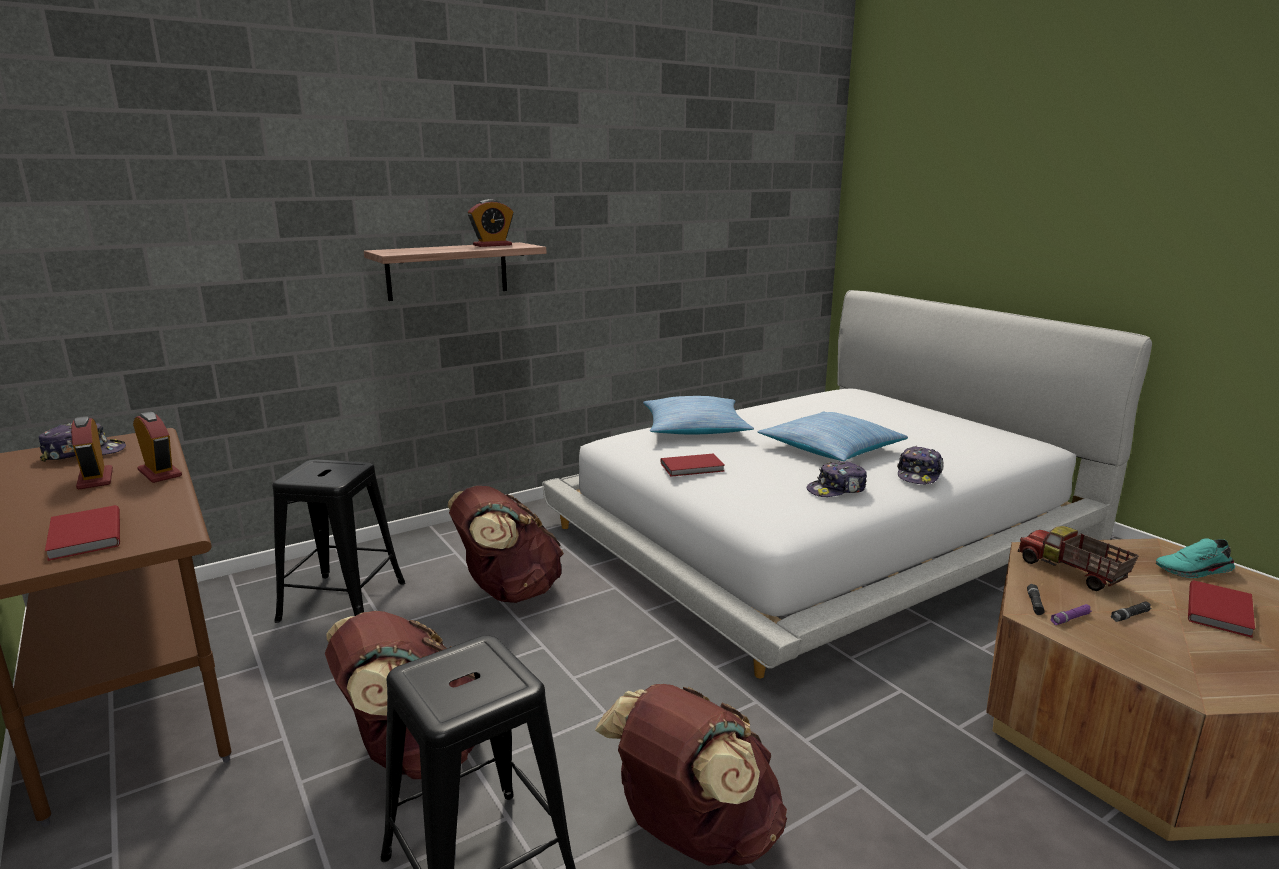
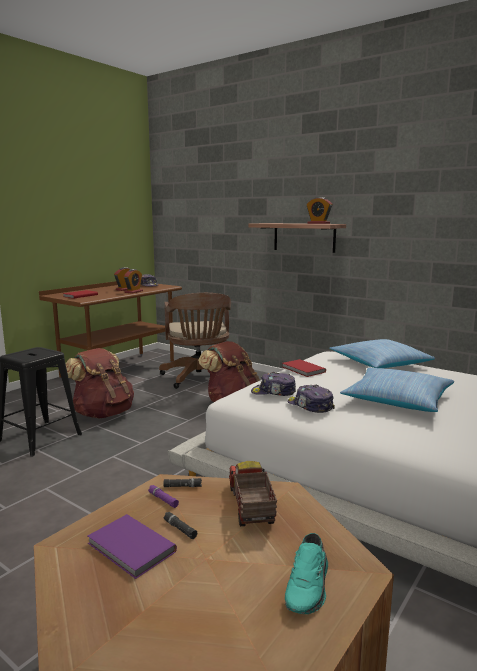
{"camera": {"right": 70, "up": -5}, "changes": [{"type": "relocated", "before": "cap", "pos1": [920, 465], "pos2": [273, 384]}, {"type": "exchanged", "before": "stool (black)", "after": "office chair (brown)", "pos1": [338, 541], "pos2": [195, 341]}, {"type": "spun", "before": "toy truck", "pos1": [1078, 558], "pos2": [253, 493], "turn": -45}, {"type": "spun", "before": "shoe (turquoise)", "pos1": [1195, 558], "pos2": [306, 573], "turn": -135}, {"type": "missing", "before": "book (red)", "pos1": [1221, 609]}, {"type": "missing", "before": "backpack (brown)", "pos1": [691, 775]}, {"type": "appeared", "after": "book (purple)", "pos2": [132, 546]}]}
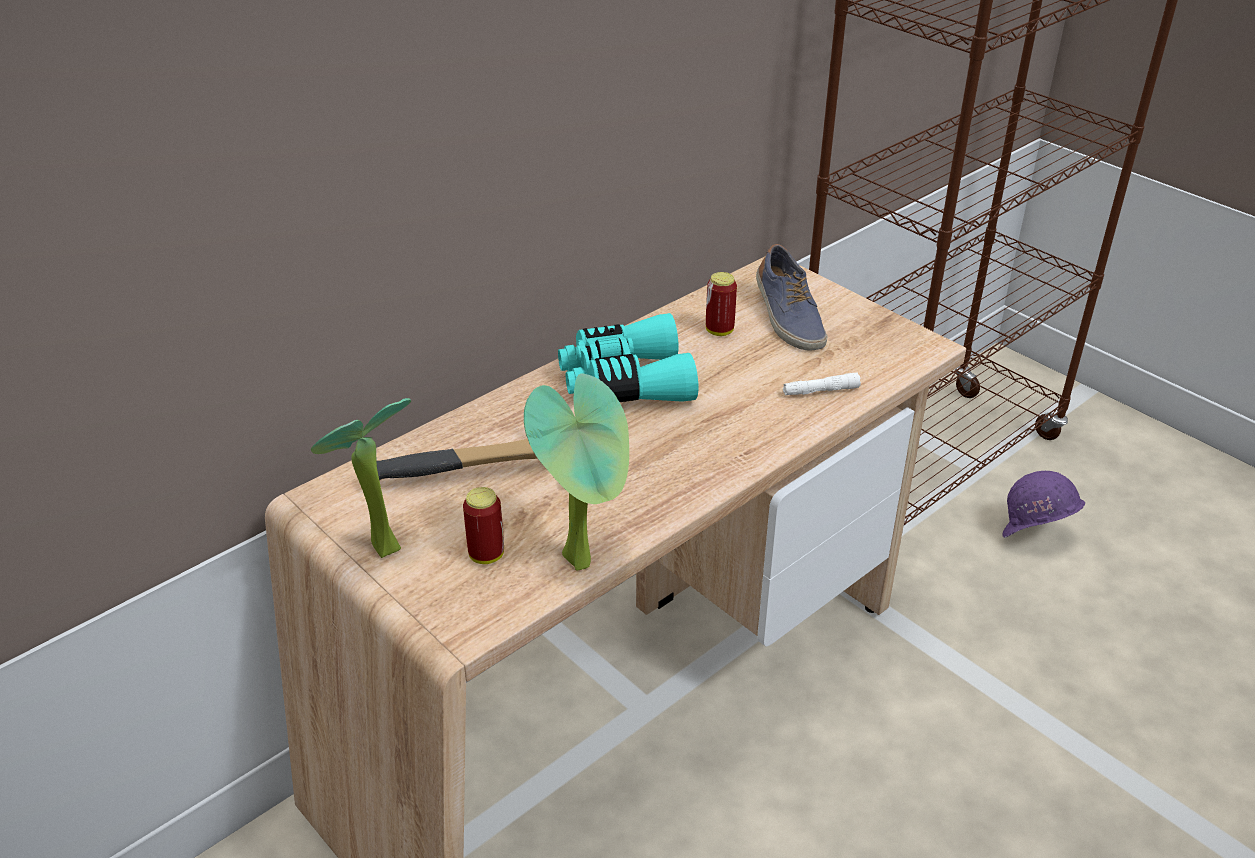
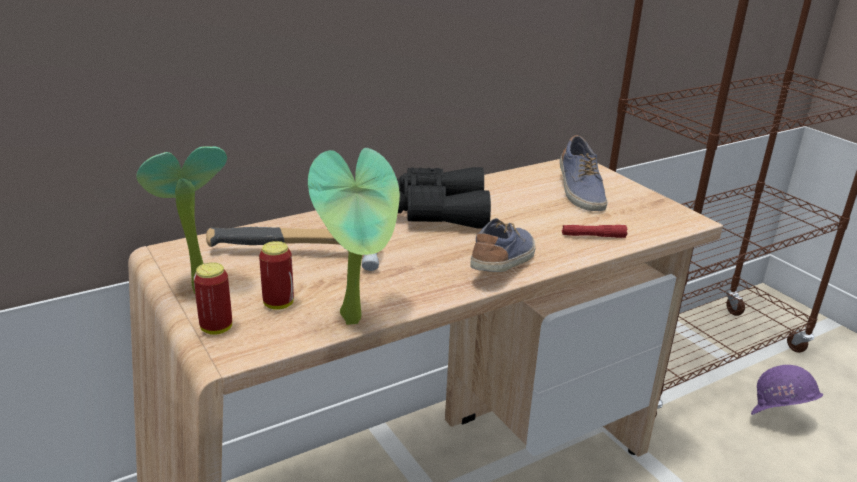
{"camera": {"right": 10, "up": -10}, "changes": [{"type": "relocated", "before": "can", "pos1": [721, 304], "pos2": [213, 298]}, {"type": "colour", "before": "binoculars (turquoise)", "after": "binoculars (black)", "pos1": [628, 357], "pos2": [444, 198]}, {"type": "colour", "before": "flashlight (white)", "after": "flashlight (red)", "pos1": [822, 384], "pos2": [594, 231]}, {"type": "appeared", "after": "shoe", "pos2": [502, 245]}]}
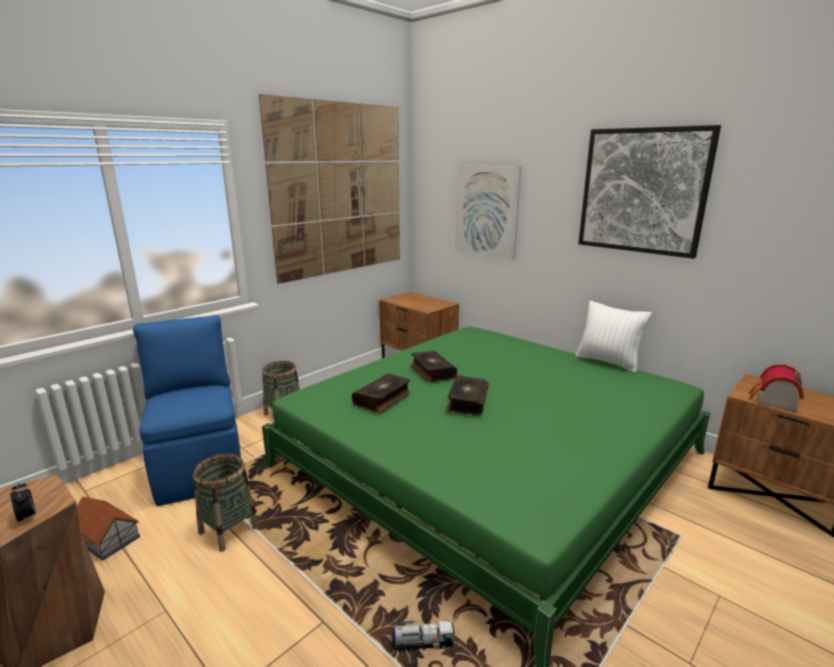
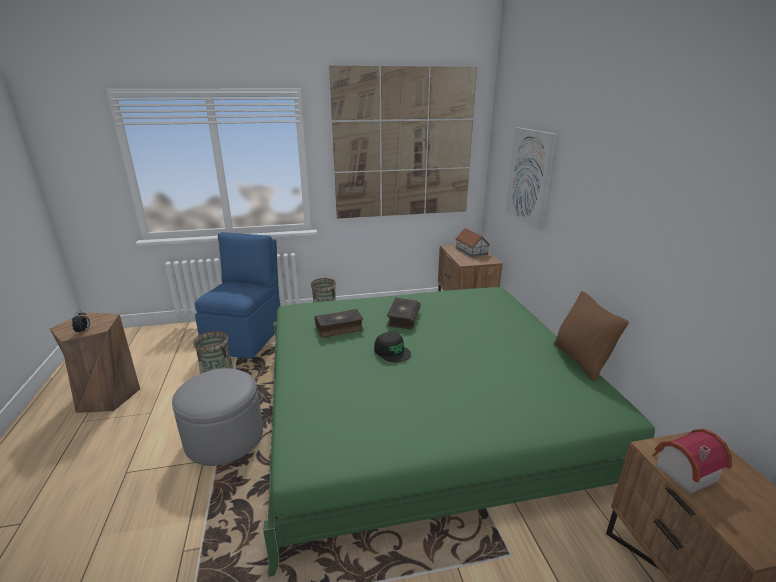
{"camera": {"right": 35, "up": 5}, "changes": [{"type": "missing", "before": "picture", "pos1": [649, 192]}, {"type": "colour", "before": "pillow (white)", "after": "pillow (brown)", "pos1": [613, 337], "pos2": [591, 336]}, {"type": "exchanged", "before": "book", "after": "cap (black)", "pos1": [468, 395], "pos2": [392, 347]}, {"type": "relocated", "before": "toy house", "pos1": [108, 529], "pos2": [473, 242]}, {"type": "missing", "before": "toy truck", "pos1": [423, 635]}, {"type": "appeared", "after": "ottoman (grey)", "pos2": [217, 417]}]}
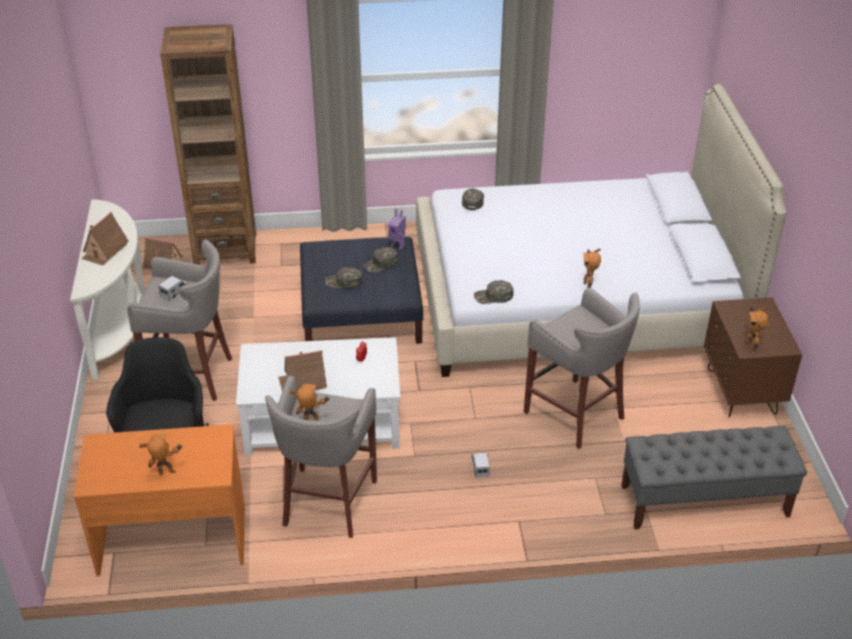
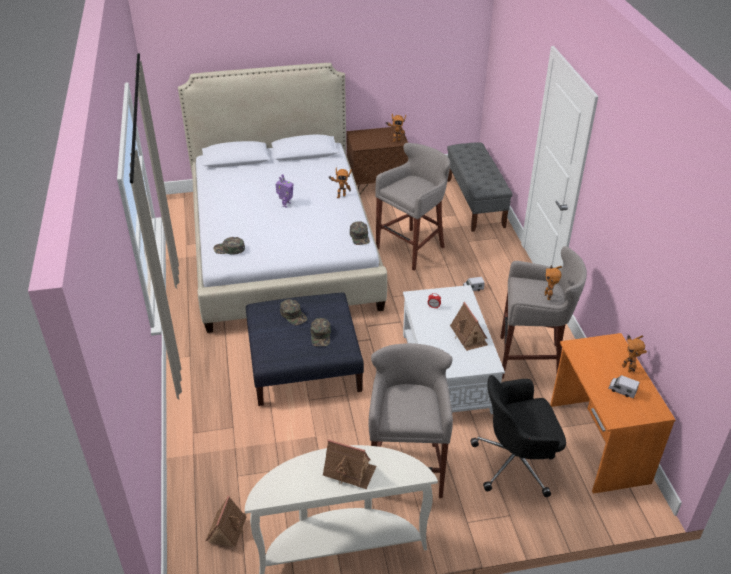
{"camera": {"right": -95, "up": 0}, "changes": [{"type": "missing", "before": "bookcase (brown)", "pos1": [208, 144]}, {"type": "relocated", "before": "toy robot", "pos1": [397, 228], "pos2": [284, 191]}, {"type": "relocated", "before": "toy truck", "pos1": [173, 288], "pos2": [624, 387]}]}
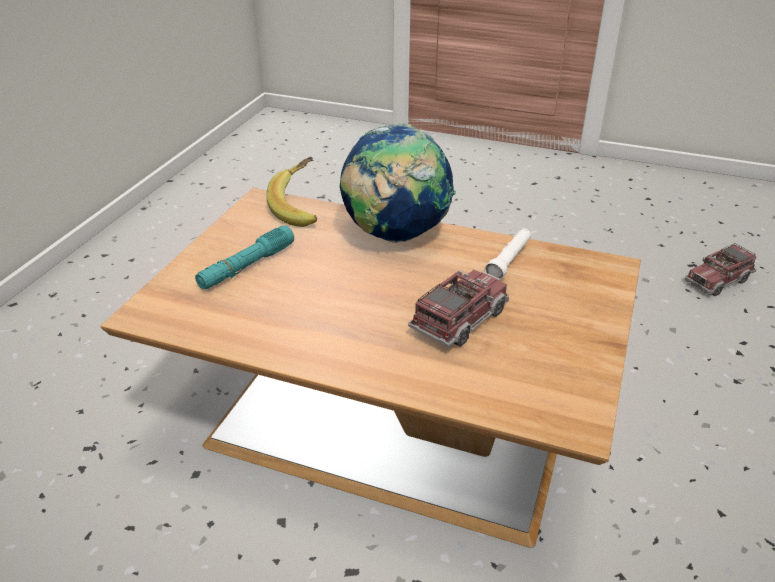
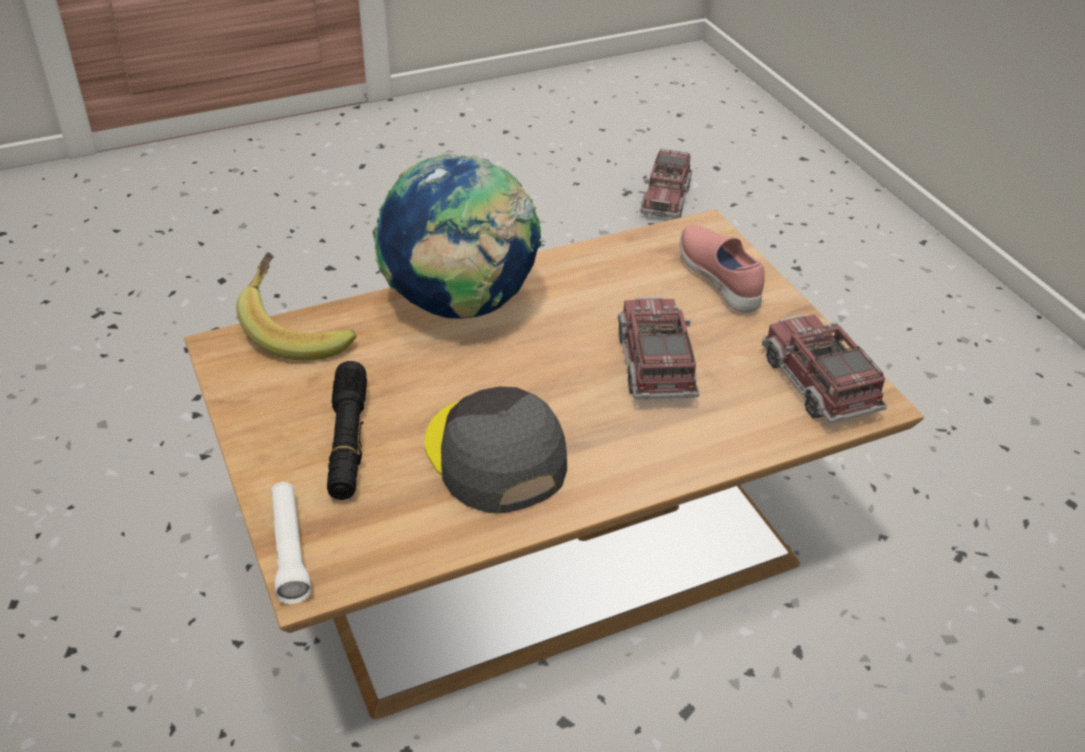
{"camera": {"right": -45, "up": 5}, "changes": [{"type": "colour", "before": "flashlight (turquoise)", "after": "flashlight (black)", "pos1": [244, 258], "pos2": [347, 430]}, {"type": "relocated", "before": "flashlight (white)", "pos1": [507, 254], "pos2": [291, 543]}, {"type": "appeared", "after": "shoe (pink)", "pos2": [722, 269]}, {"type": "appeared", "after": "toy truck", "pos2": [824, 369]}, {"type": "appeared", "after": "cap (grey)", "pos2": [495, 450]}]}
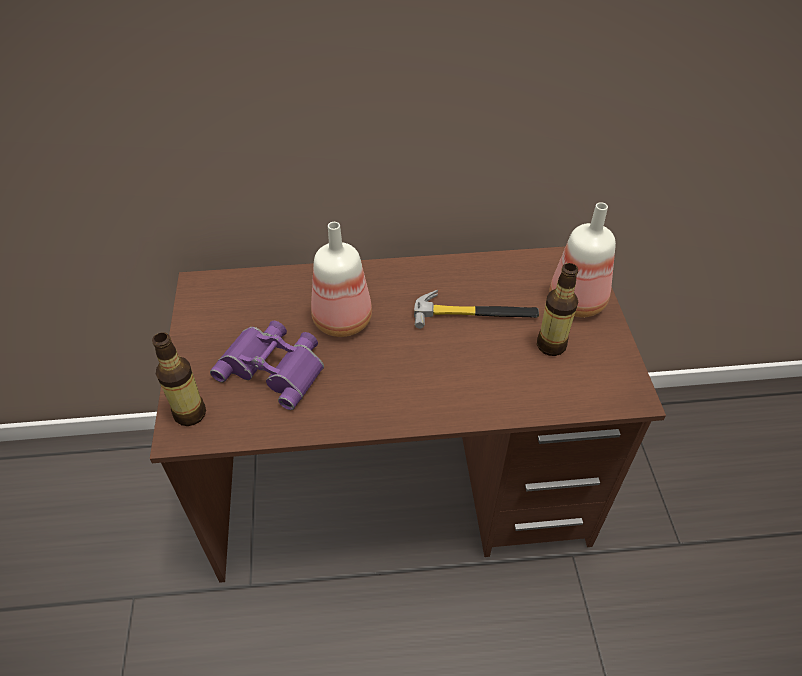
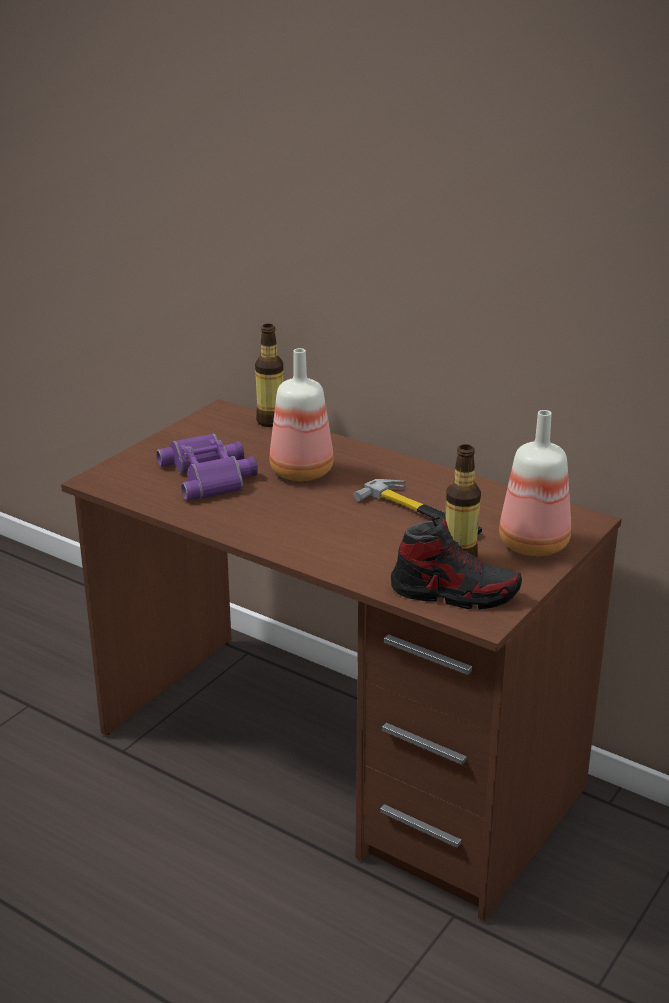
{"camera": {"right": 40, "up": -20}, "changes": [{"type": "relocated", "before": "bottle", "pos1": [179, 379], "pos2": [269, 375]}, {"type": "appeared", "after": "shoe", "pos2": [456, 563]}]}
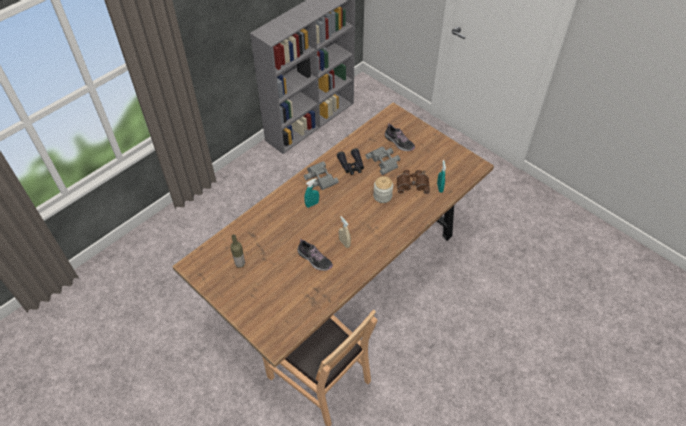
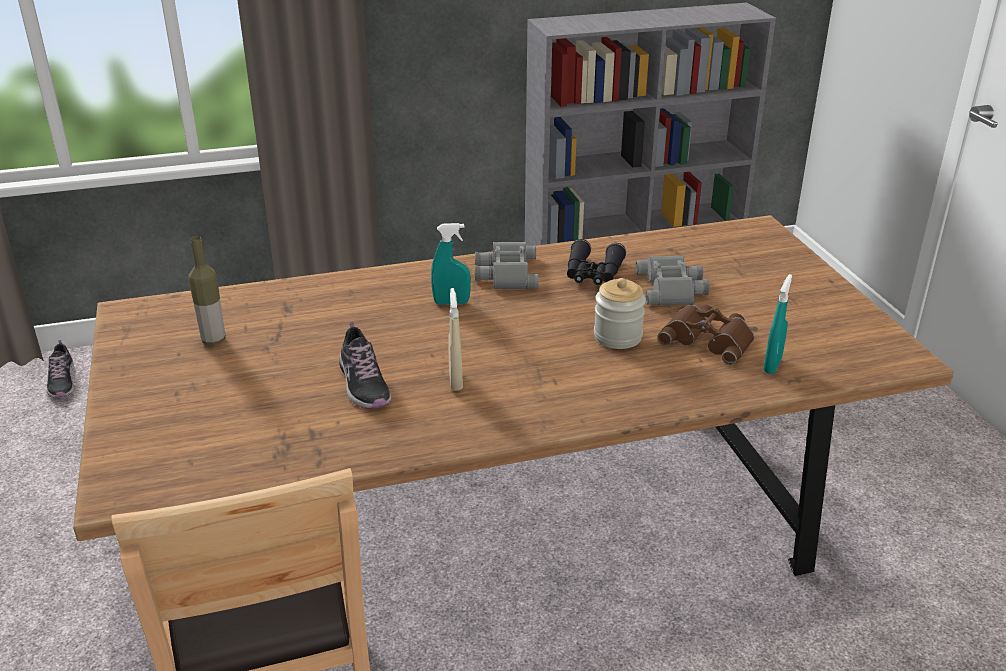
{"camera": {"right": 30, "up": -20}, "changes": [{"type": "relocated", "before": "shoe", "pos1": [400, 137], "pos2": [60, 369]}]}
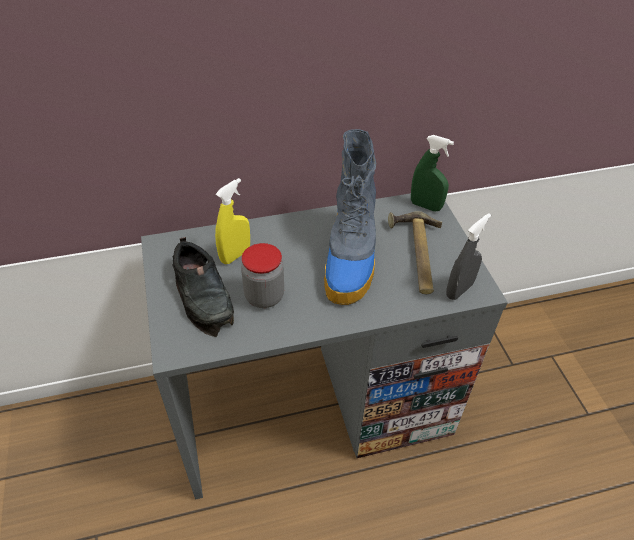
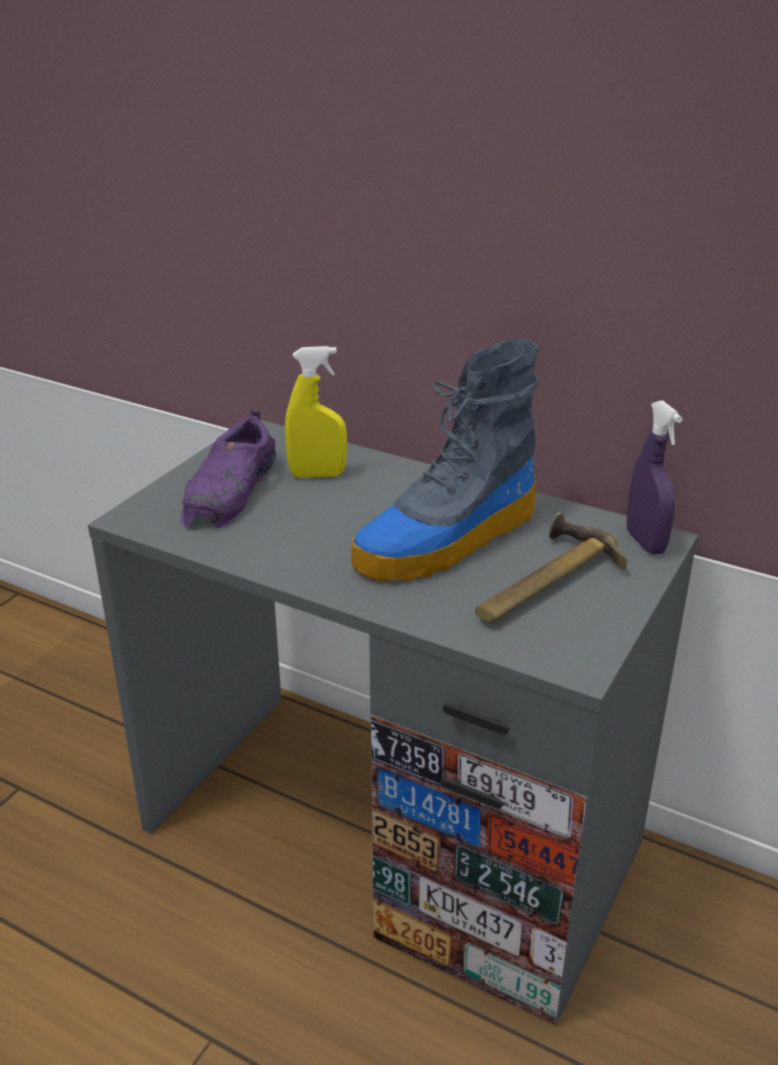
{"camera": {"right": 45, "up": -15}, "changes": [{"type": "colour", "before": "spray bottle (green)", "after": "spray bottle (purple)", "pos1": [432, 173], "pos2": [655, 477]}, {"type": "missing", "before": "spray bottle (grey)", "pos1": [468, 256]}, {"type": "colour", "before": "shoe (black)", "after": "shoe (purple)", "pos1": [203, 287], "pos2": [228, 469]}, {"type": "missing", "before": "jar", "pos1": [262, 275]}]}
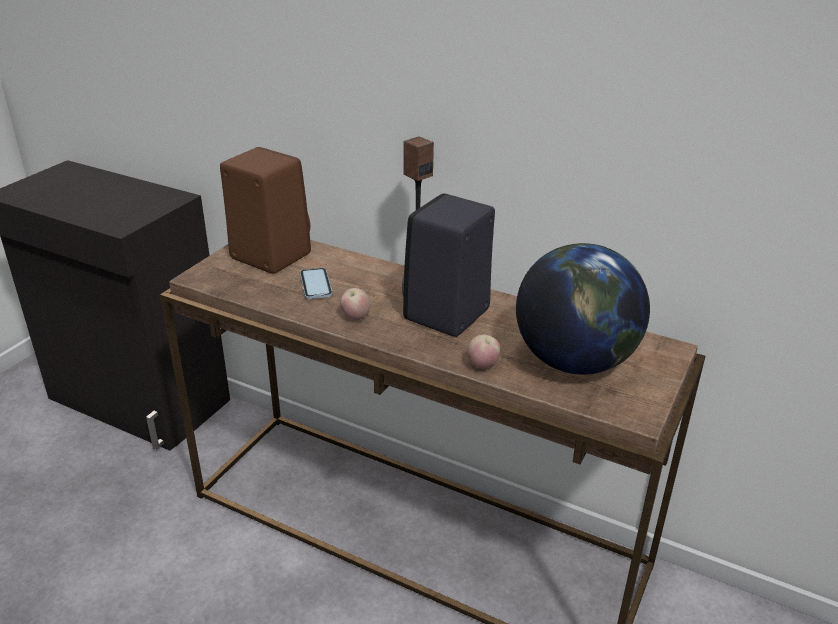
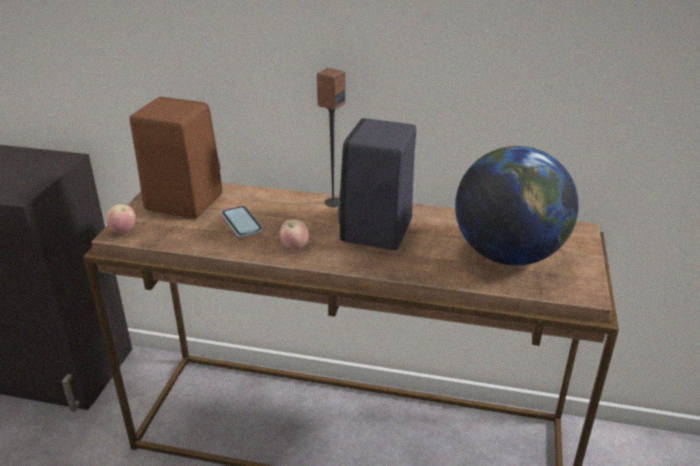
{"camera": {"right": -15, "up": 0}, "changes": [{"type": "relocated", "before": "apple", "pos1": [484, 351], "pos2": [121, 218]}]}
